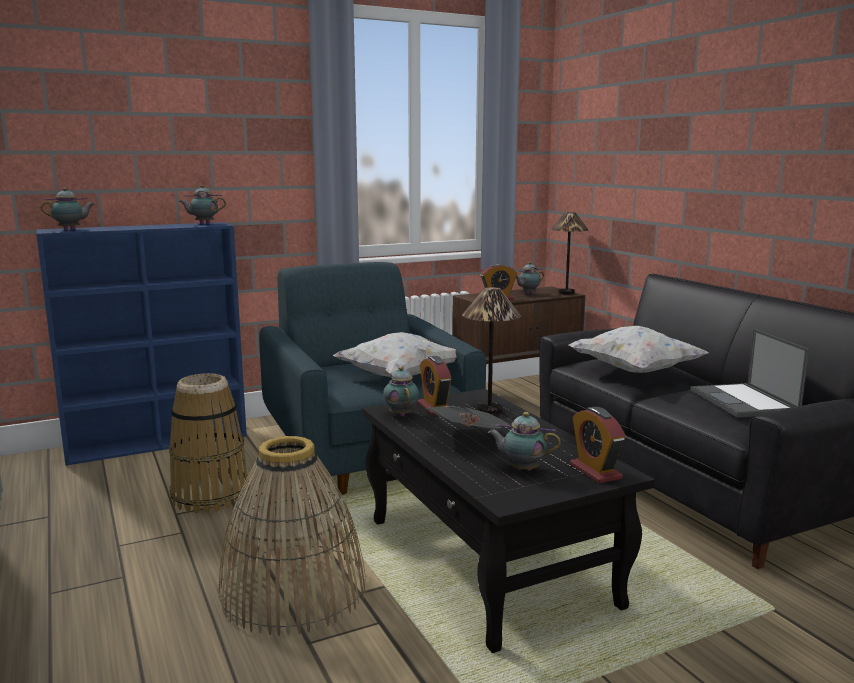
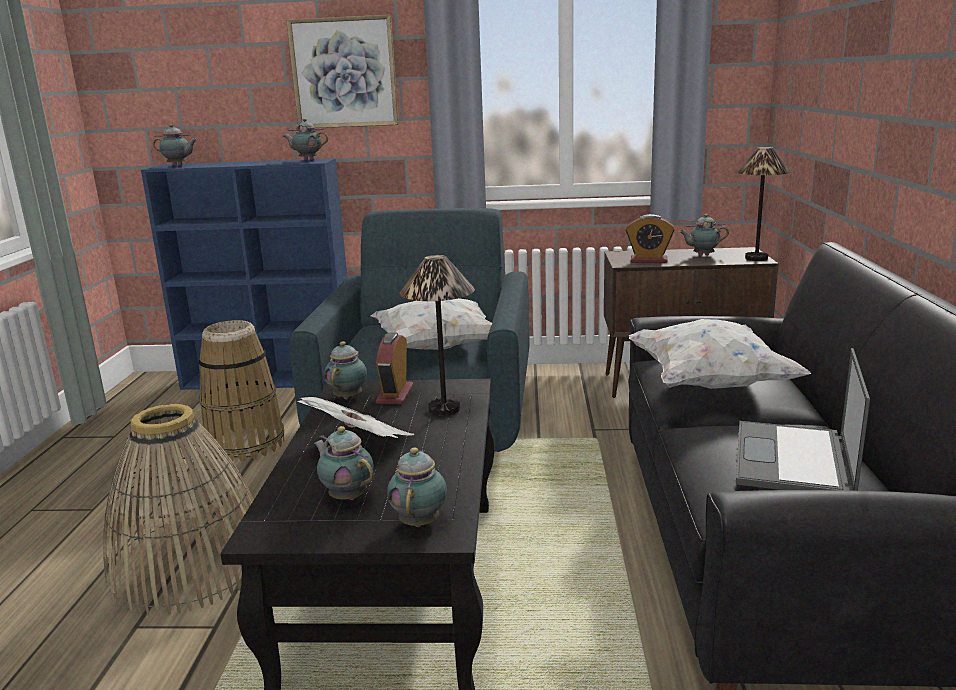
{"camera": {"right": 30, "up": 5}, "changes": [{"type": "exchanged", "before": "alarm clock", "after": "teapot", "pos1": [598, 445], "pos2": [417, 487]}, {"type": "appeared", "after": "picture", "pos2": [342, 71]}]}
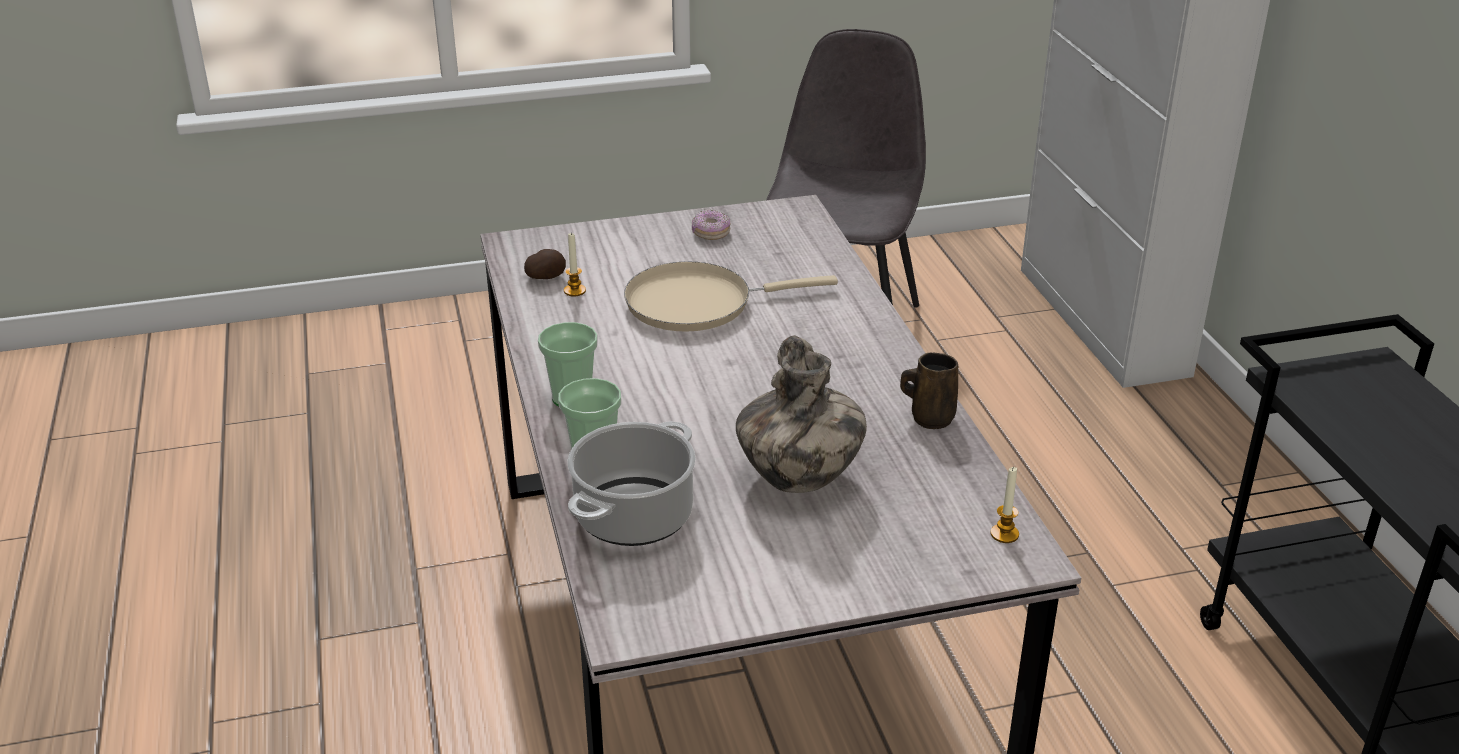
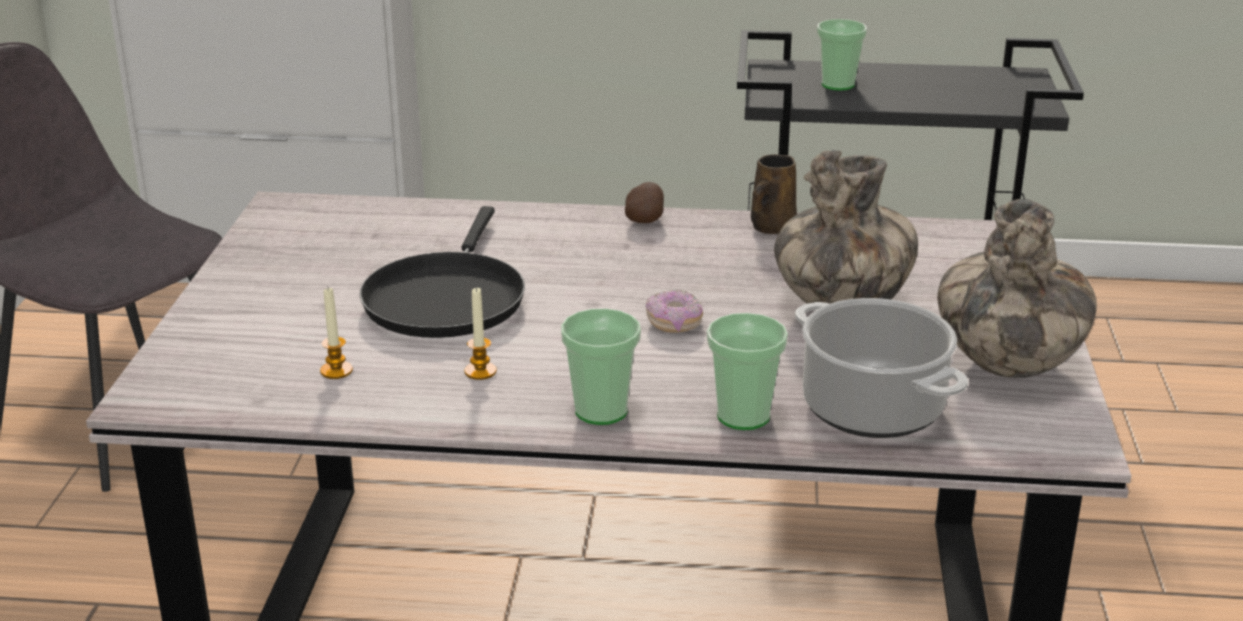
{"camera": {"right": -70, "up": -5}, "changes": [{"type": "relocated", "before": "donut", "pos1": [711, 224], "pos2": [674, 311]}, {"type": "relocated", "before": "potato", "pos1": [545, 264], "pos2": [644, 202]}, {"type": "colour", "before": "frying pan (beige)", "after": "frying pan (black)", "pos1": [731, 296], "pos2": [442, 272]}, {"type": "relocated", "before": "candle", "pos1": [1004, 504], "pos2": [480, 333]}, {"type": "appeared", "after": "cup", "pos2": [842, 54]}, {"type": "appeared", "after": "vase", "pos2": [1017, 288]}]}
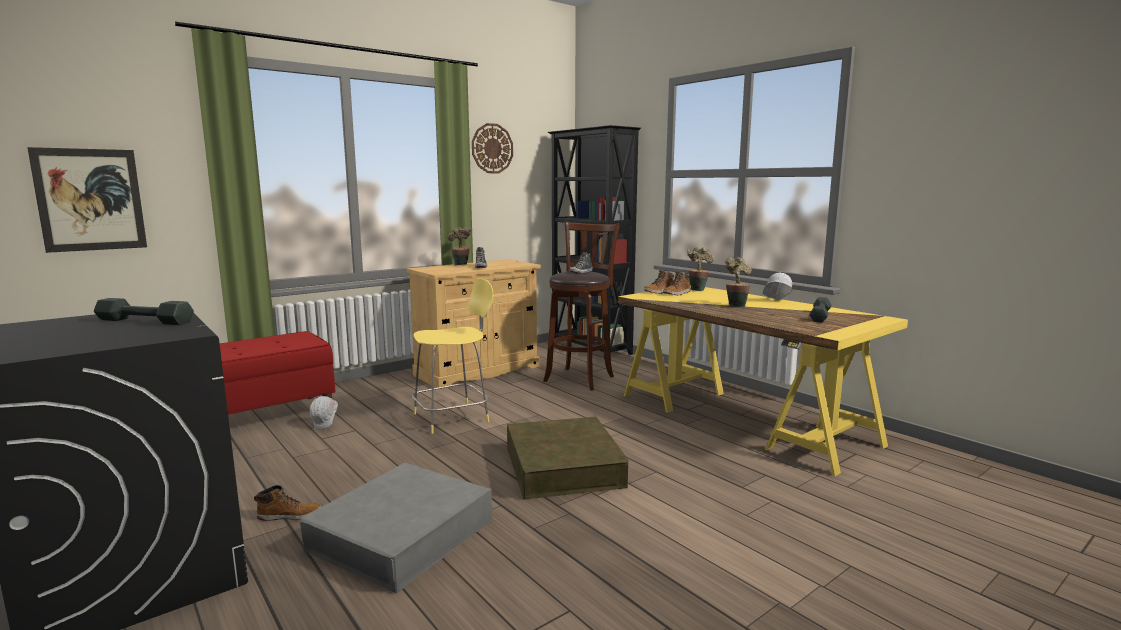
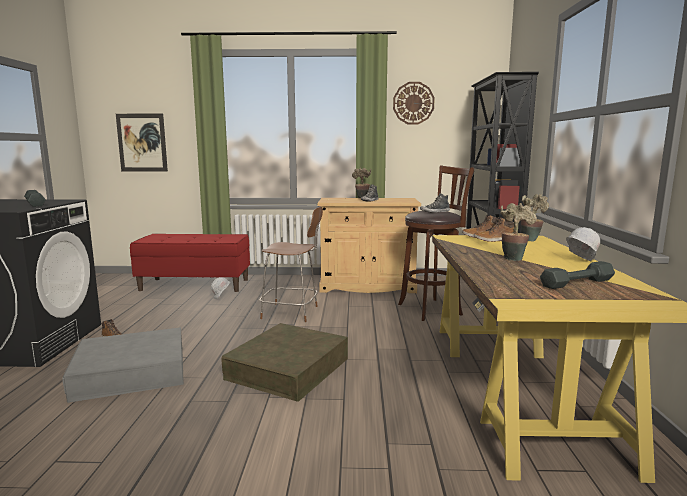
{"camera": {"right": 40, "up": 0}, "changes": [{"type": "colour", "before": "stool (yellow)", "after": "stool (brown)", "pos1": [452, 356], "pos2": [291, 264]}]}
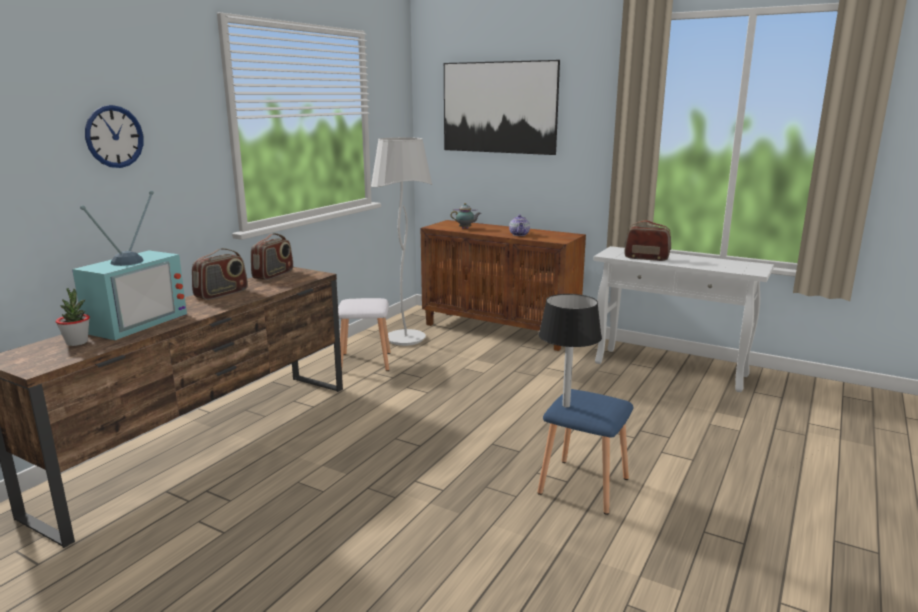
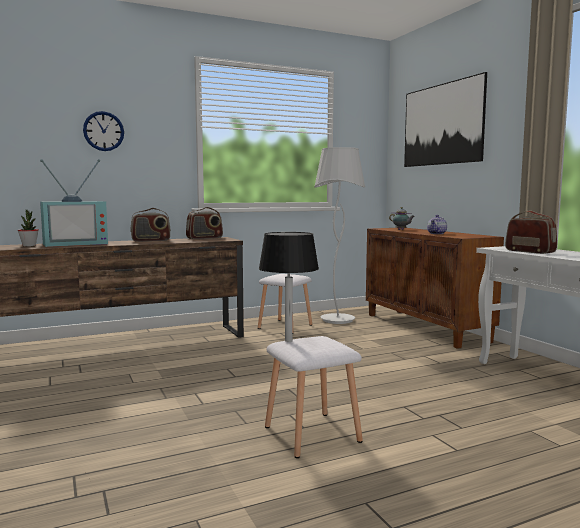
{"camera": {"right": 35, "up": -10}, "changes": [{"type": "colour", "before": "stool (blue)", "after": "stool (white)", "pos1": [585, 452], "pos2": [314, 397]}]}
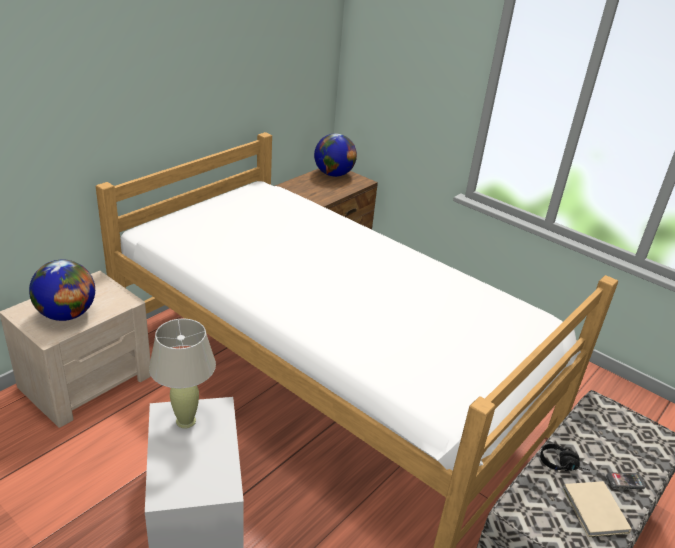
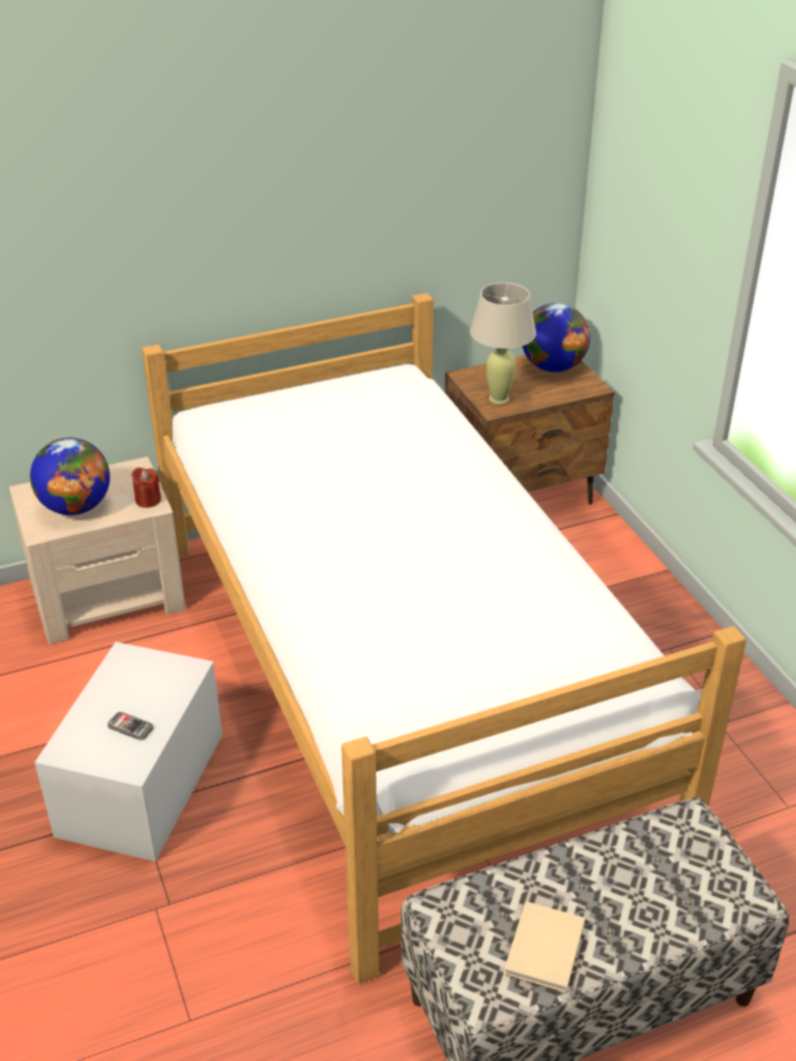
{"camera": {"right": 30, "up": 5}, "changes": [{"type": "relocated", "before": "table lamp (beige)", "pos1": [182, 374], "pos2": [503, 343]}, {"type": "missing", "before": "headphones (black)", "pos1": [564, 457]}, {"type": "relocated", "before": "phone", "pos1": [626, 480], "pos2": [131, 726]}, {"type": "appeared", "after": "candle (red)", "pos2": [146, 487]}]}
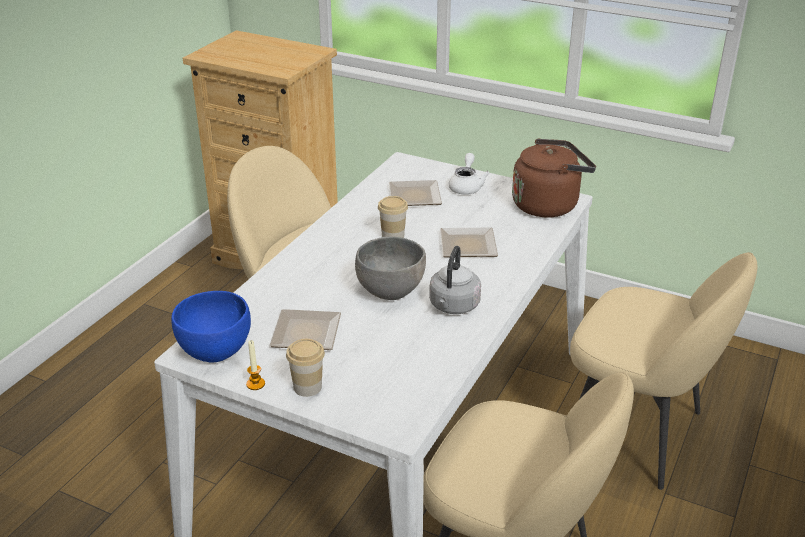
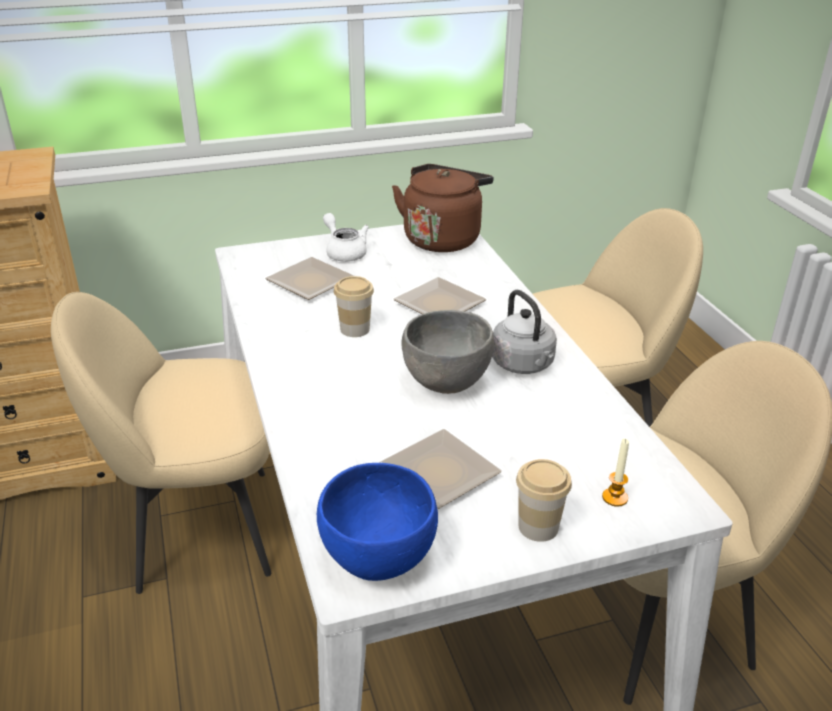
{"camera": {"right": -45, "up": 0}, "changes": [{"type": "relocated", "before": "candle", "pos1": [255, 365], "pos2": [615, 473]}]}
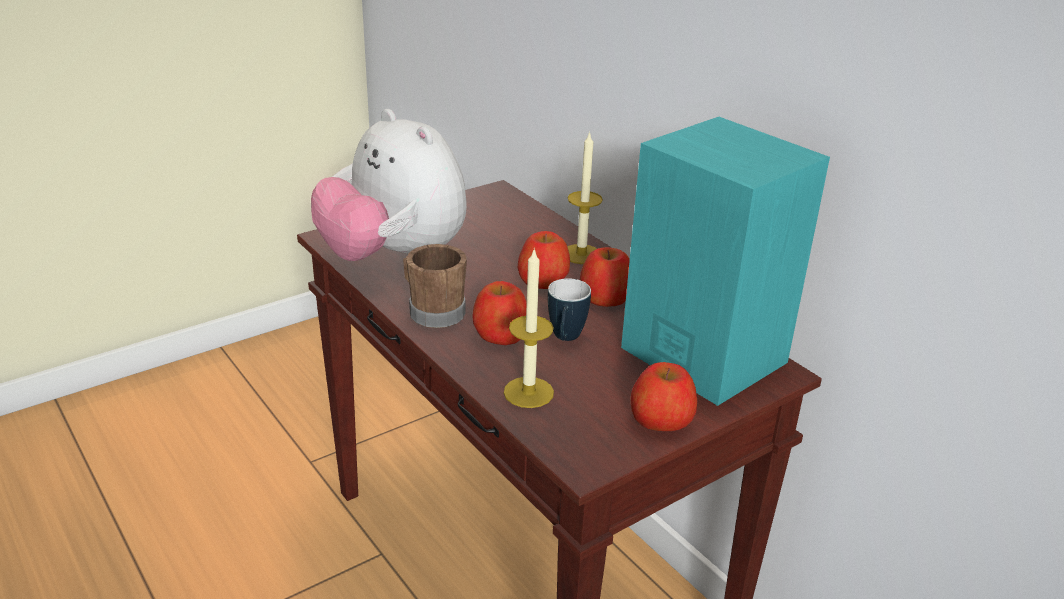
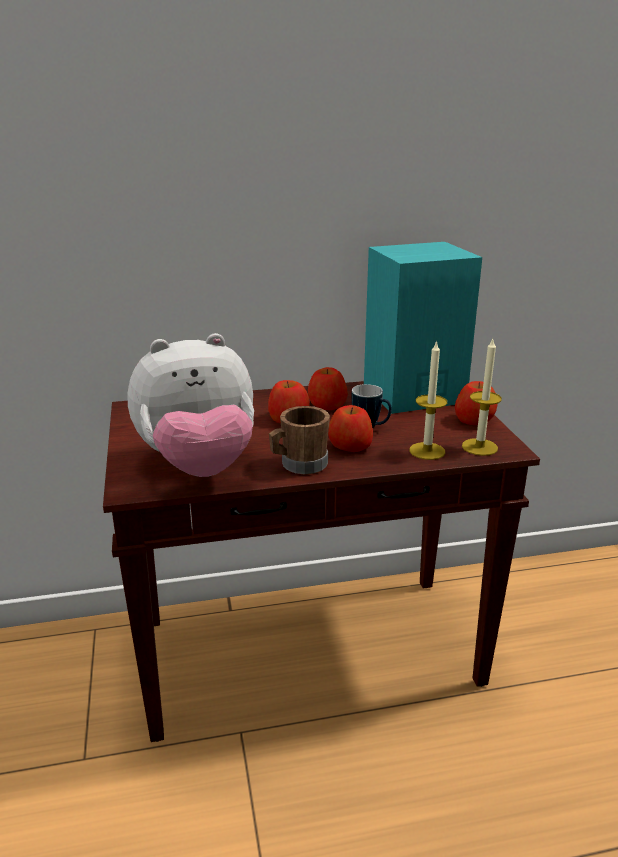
{"camera": {"right": -65, "up": -5}, "changes": [{"type": "relocated", "before": "candle", "pos1": [585, 197], "pos2": [482, 397]}]}
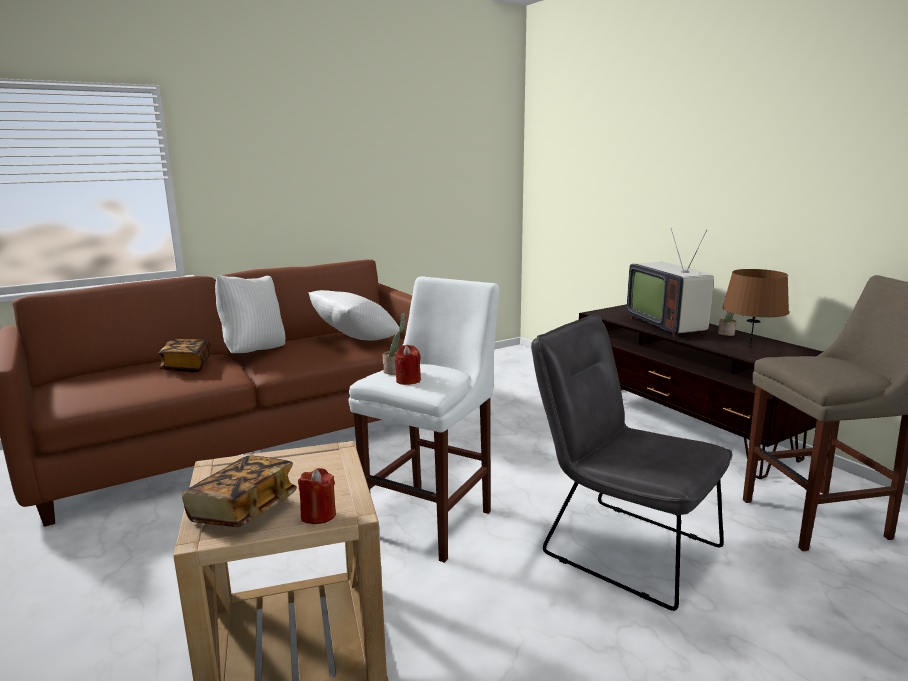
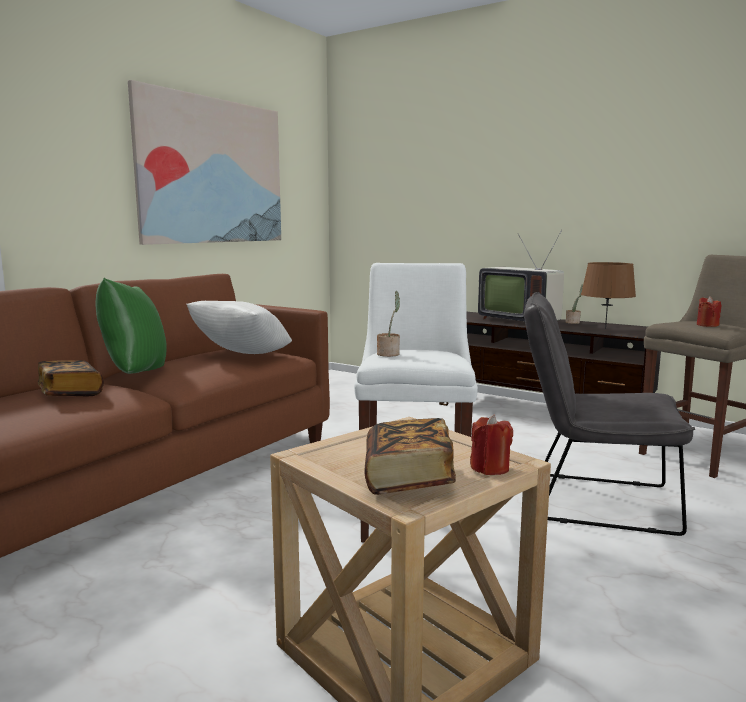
{"camera": {"right": -25, "up": -5}, "changes": [{"type": "colour", "before": "pillow (white)", "after": "pillow (green)", "pos1": [250, 314], "pos2": [131, 326]}, {"type": "relocated", "before": "candle (red)", "pos1": [408, 365], "pos2": [709, 311]}, {"type": "appeared", "after": "picture", "pos2": [204, 162]}]}
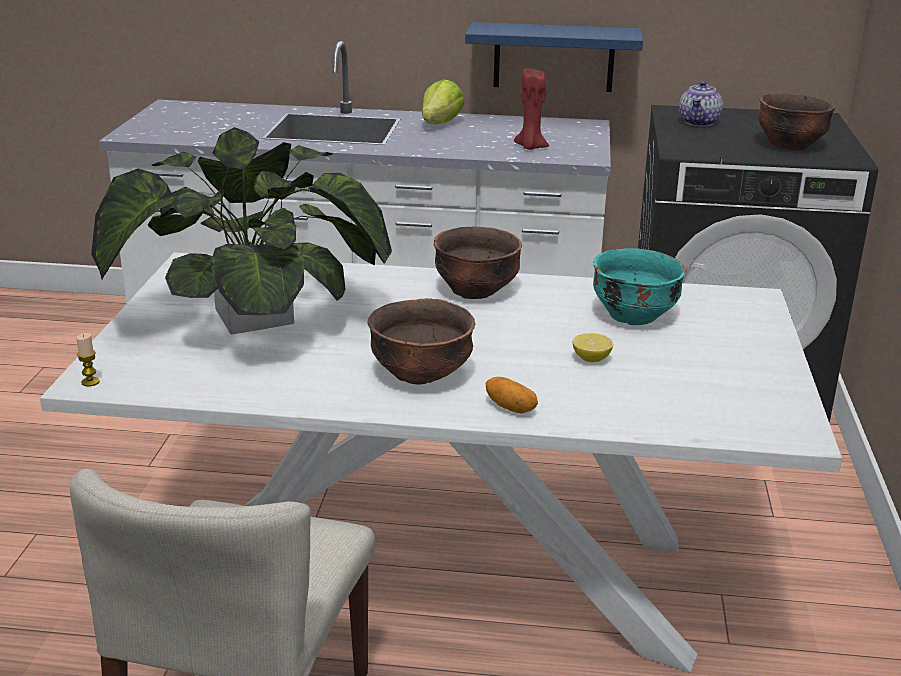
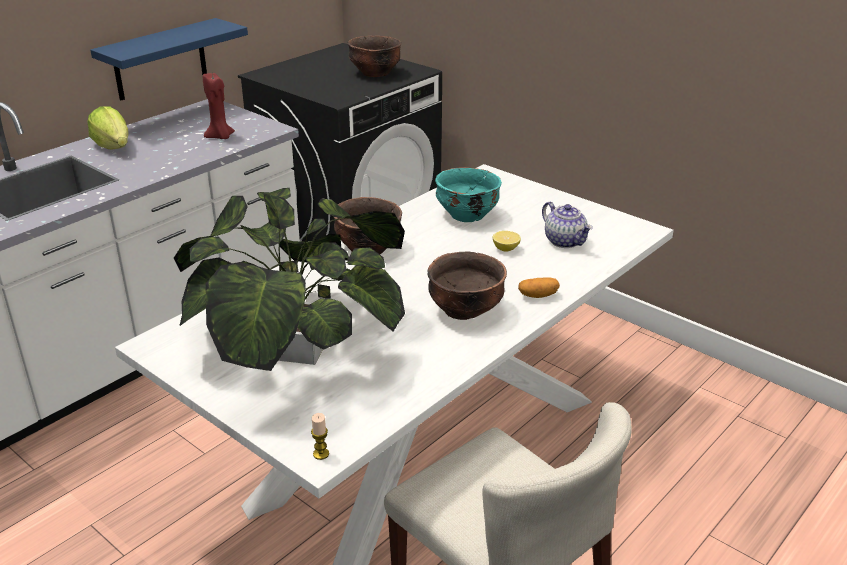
{"camera": {"right": -55, "up": 5}, "changes": [{"type": "relocated", "before": "teapot", "pos1": [701, 103], "pos2": [567, 224]}]}
